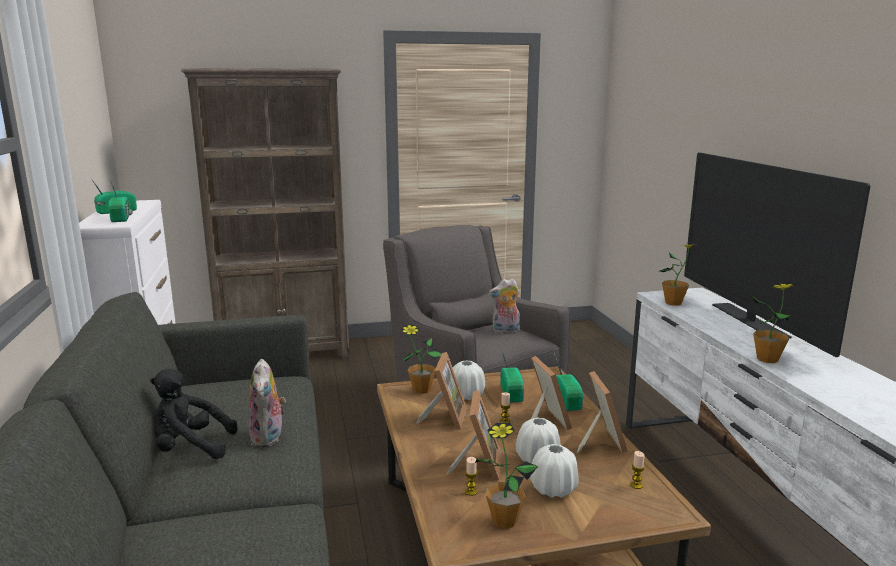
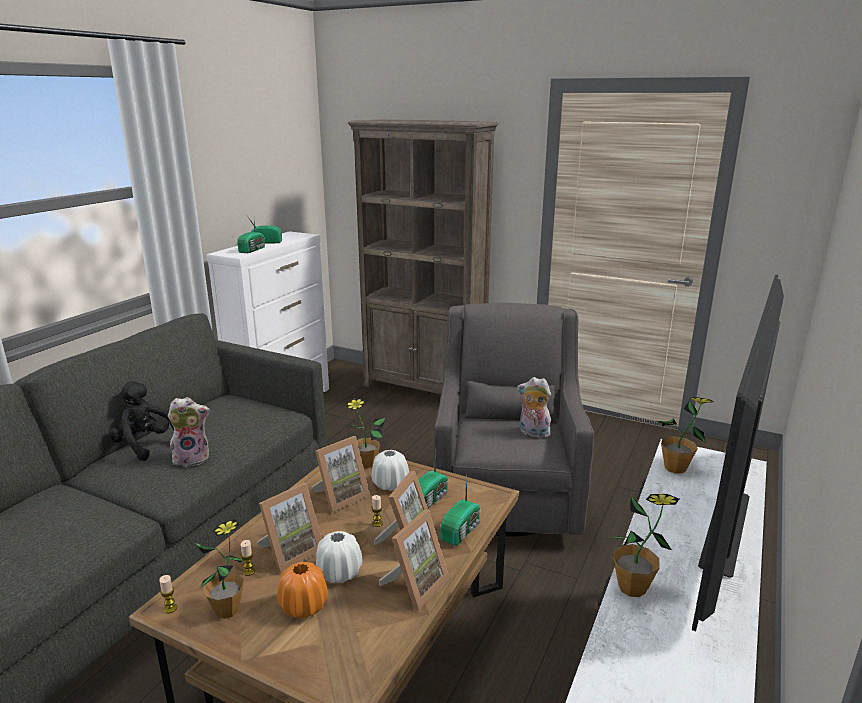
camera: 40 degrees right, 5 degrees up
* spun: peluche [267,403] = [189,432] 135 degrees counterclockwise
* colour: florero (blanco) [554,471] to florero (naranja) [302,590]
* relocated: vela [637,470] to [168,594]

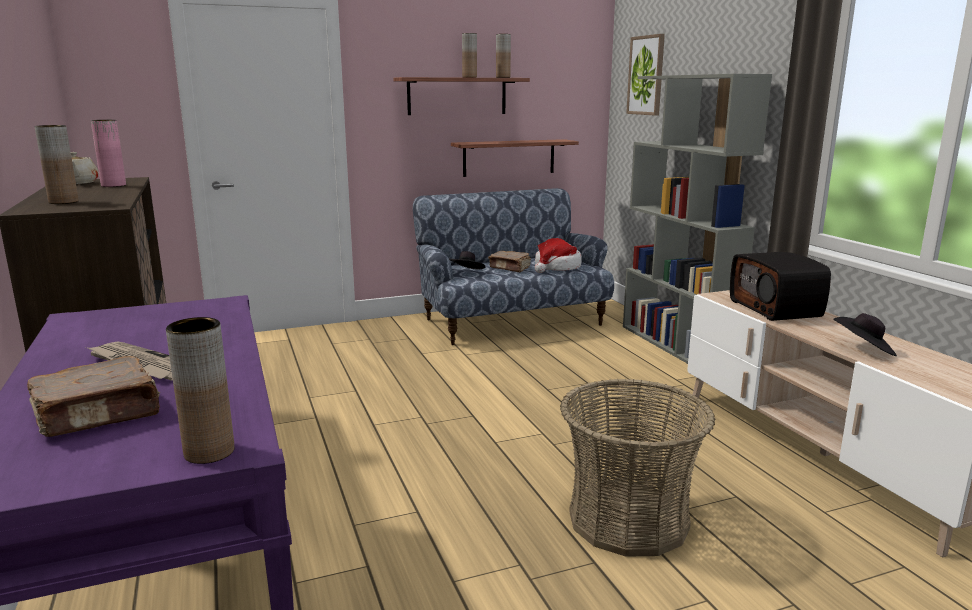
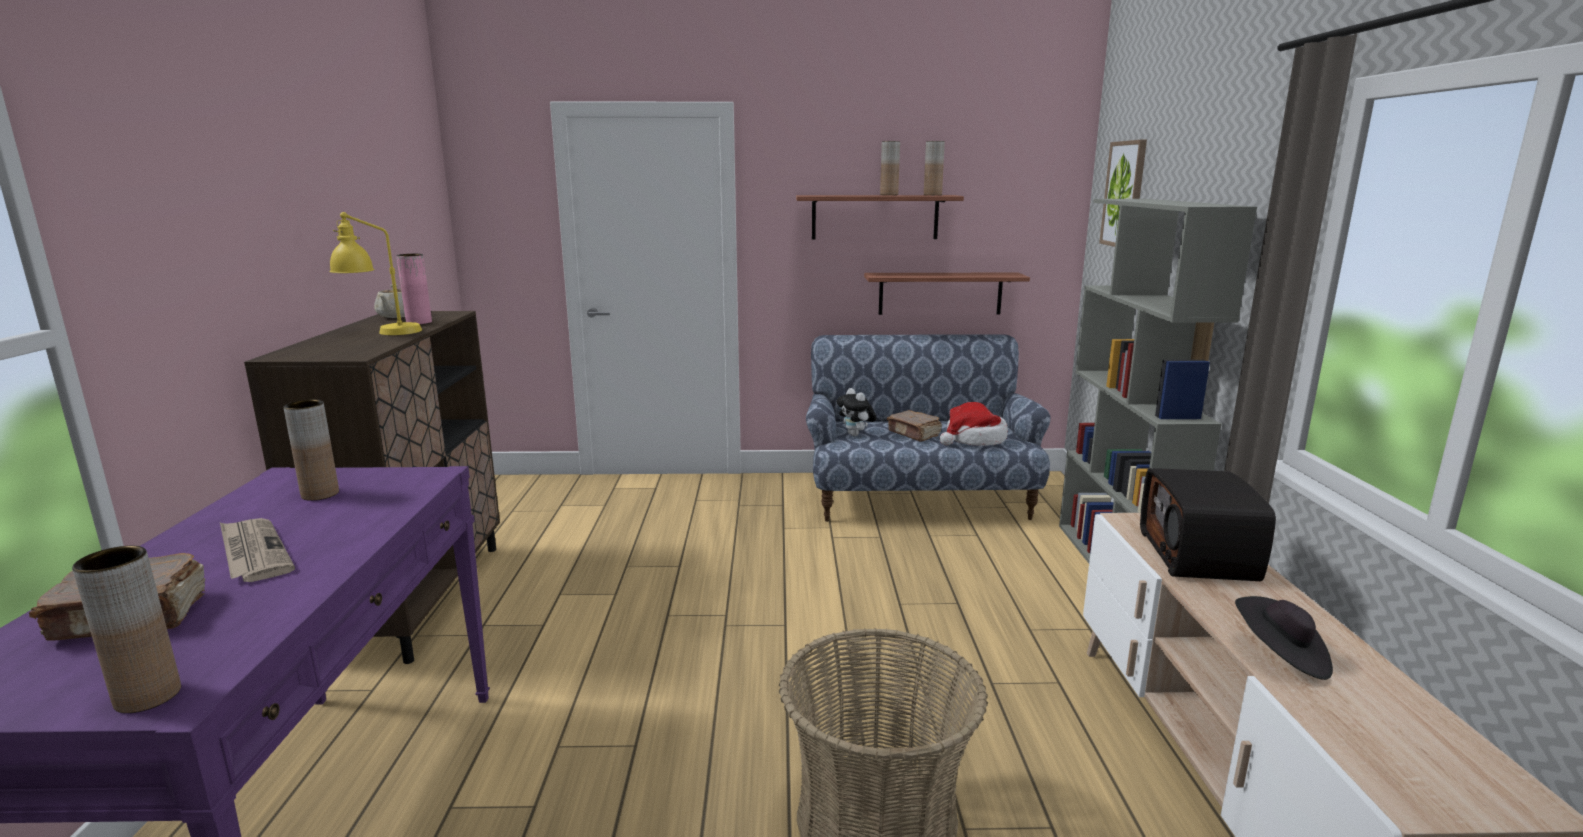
camera: 20 degrees right, 0 degrees up
* relocated: florero (marrón) [57,164] to [311,450]
* exchanged: sombrero (negro) [467,260] to peluche [857,412]
* appeared: lámpara de mesa (amarillo) [375,273]

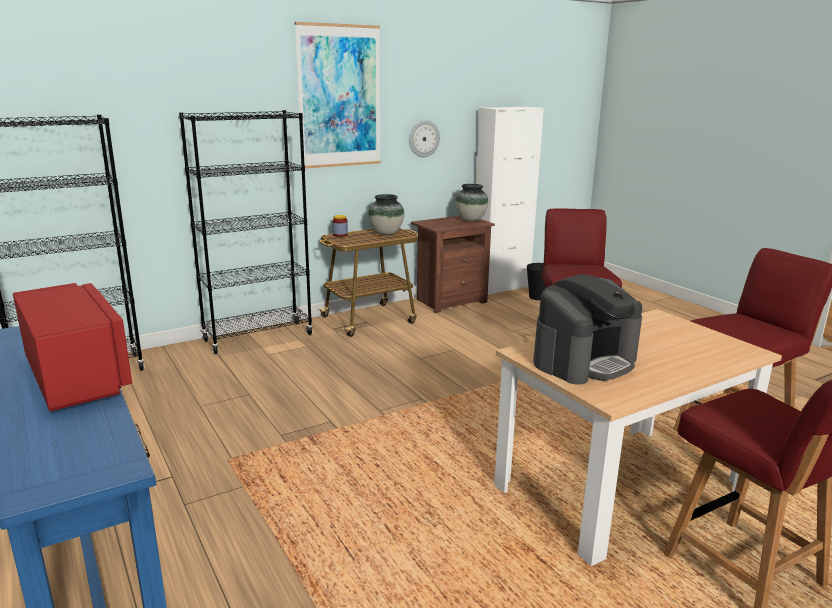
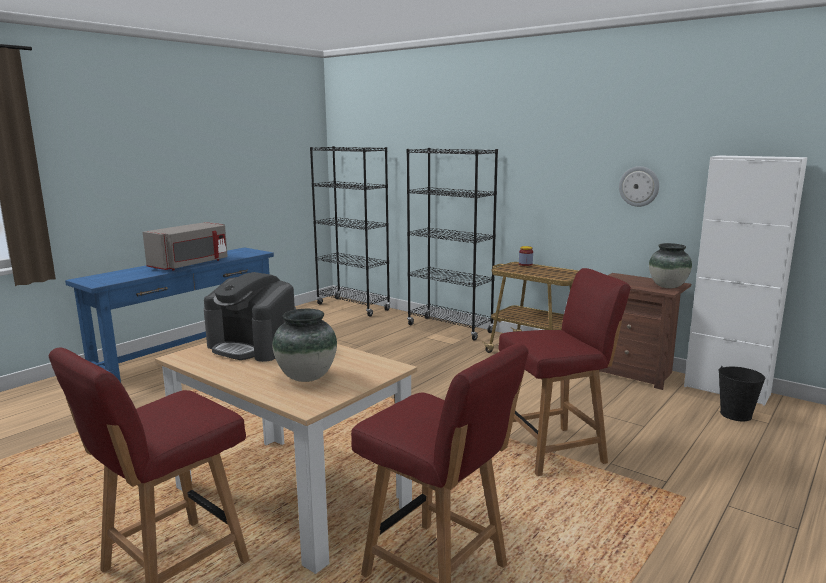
camera: 70 degrees right, 5 degrees down
* colour: microondas (rojo) [72,347] to microondas (gris) [185,246]
* missing: cuadro [338,95]
* relocated: florero [386,214] to [304,345]

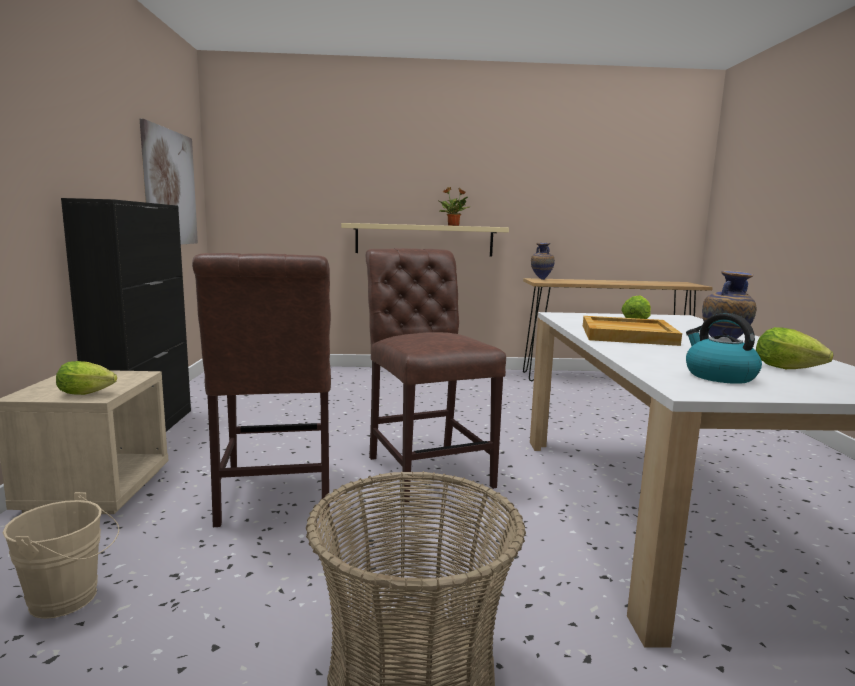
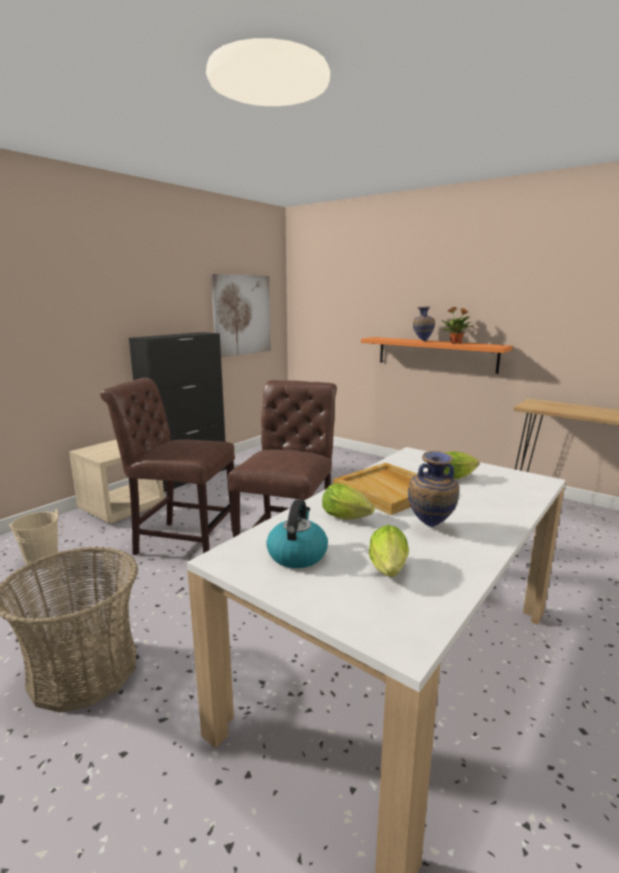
camera: 40 degrees right, 5 degrees up
* relocated: lechuga [86,378] to [348,501]
* spun: silla (marrón) [261,390] = [167,466] 75 degrees clockwise
* colour: estante (beis) [425,239] to estante (naranja) [437,355]
* relocated: florero [543,261] to [424,323]

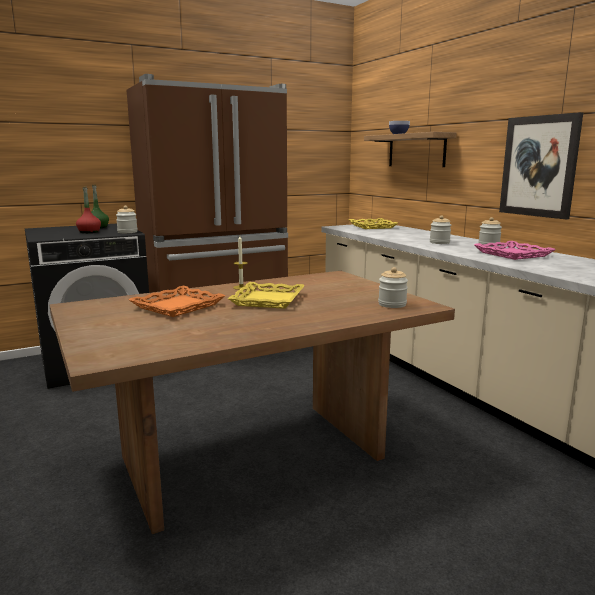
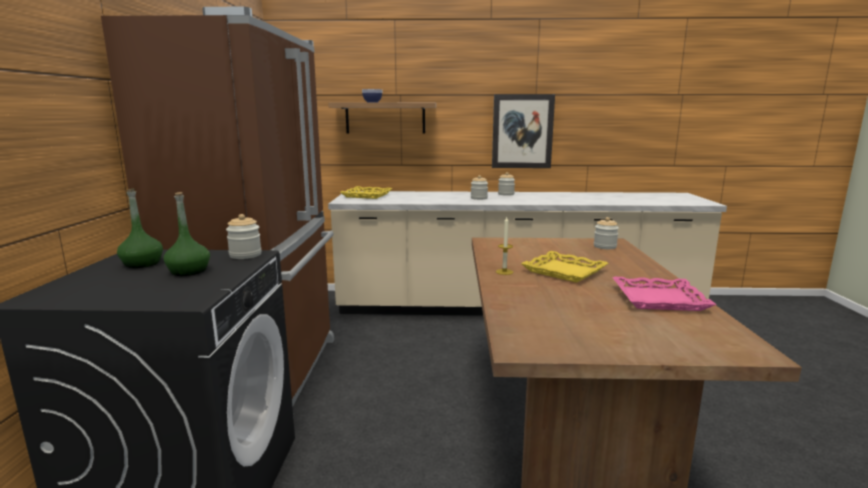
camera: 60 degrees left, 0 degrees up
* colour: botella (rojo) [88,209] to botella (verde) [186,234]
* missing: bandeja (naranja) [177,301]
* relocated: bandeja (rosa) [515,250] to [664,294]

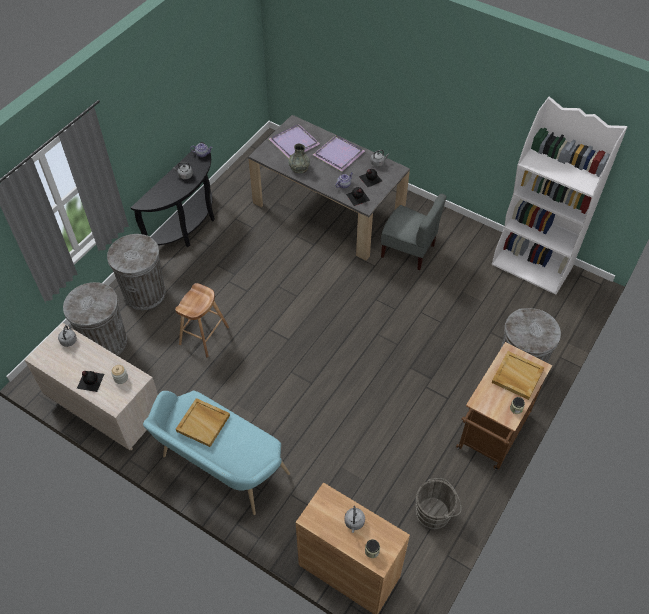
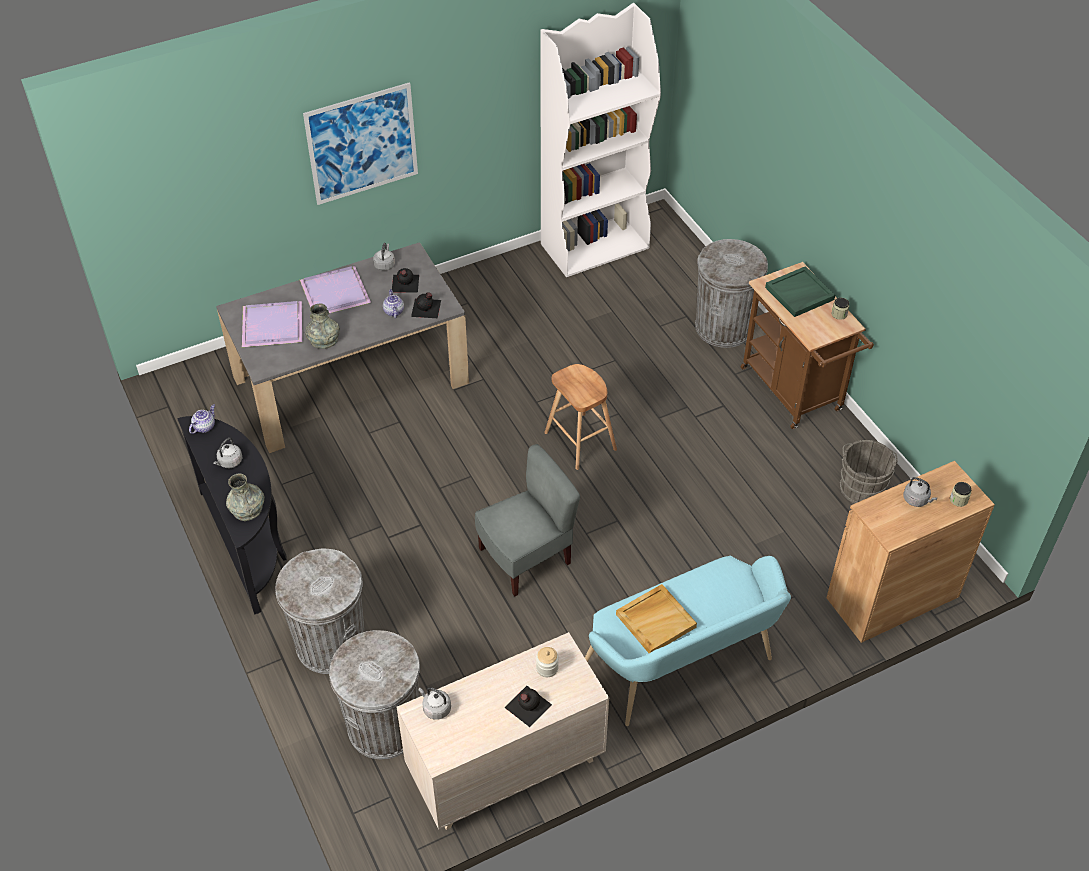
camera: 60 degrees left, 5 degrees down
* relocated: taburete (marrón) [202,320] to [580,417]
* relocated: silla (gris) [414,232] to [527,520]
* colour: bandeja (beis) [518,375] to bandeja (verde) [800,291]
* appeared: florero (gris) [245,497]
* appeared: cuadro [360,143]

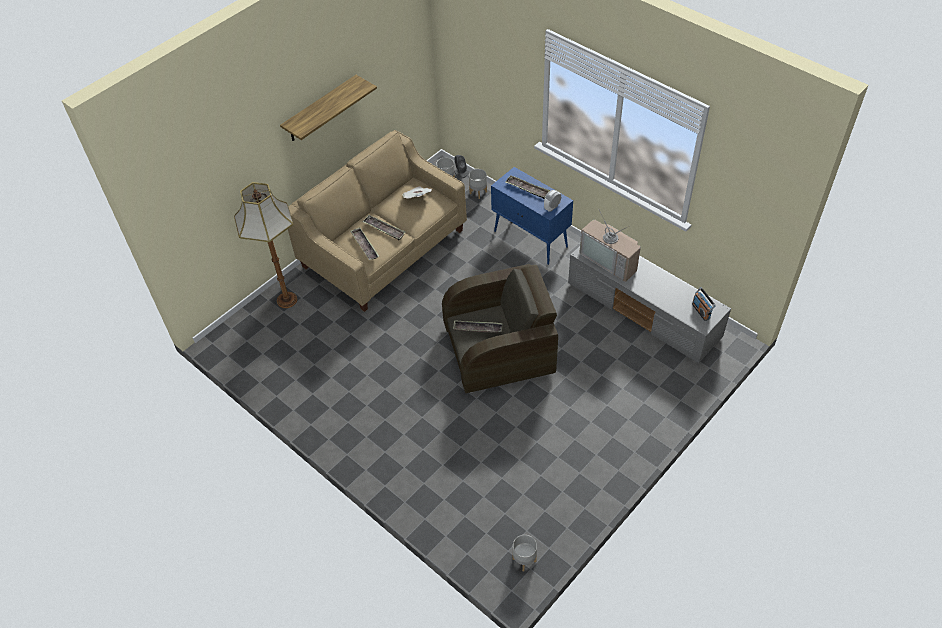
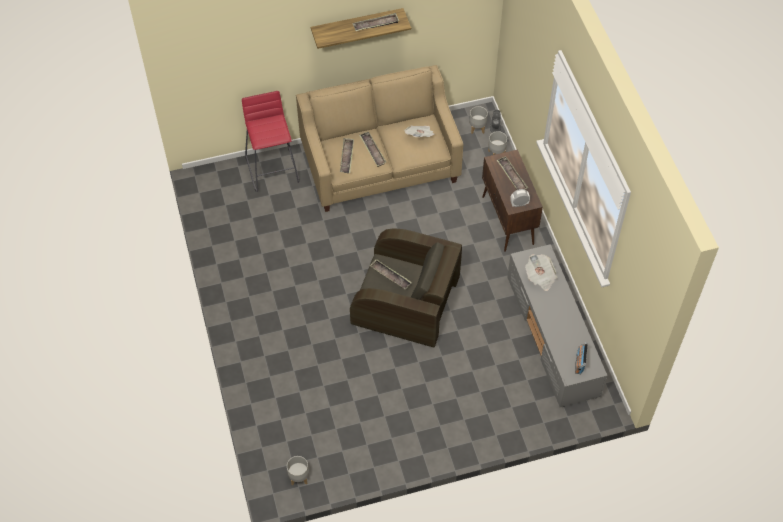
camera: 30 degrees right, 5 degrees up
* exchanged: lámpara de pie [265,245] to taburete (rojo) [271,141]
* colour: armario (azul) [532,216] to armario (marrón) [512,201]
* exchanged: televisor [610,245] to periódico [541,272]
* appeared: bandeja [375,22]

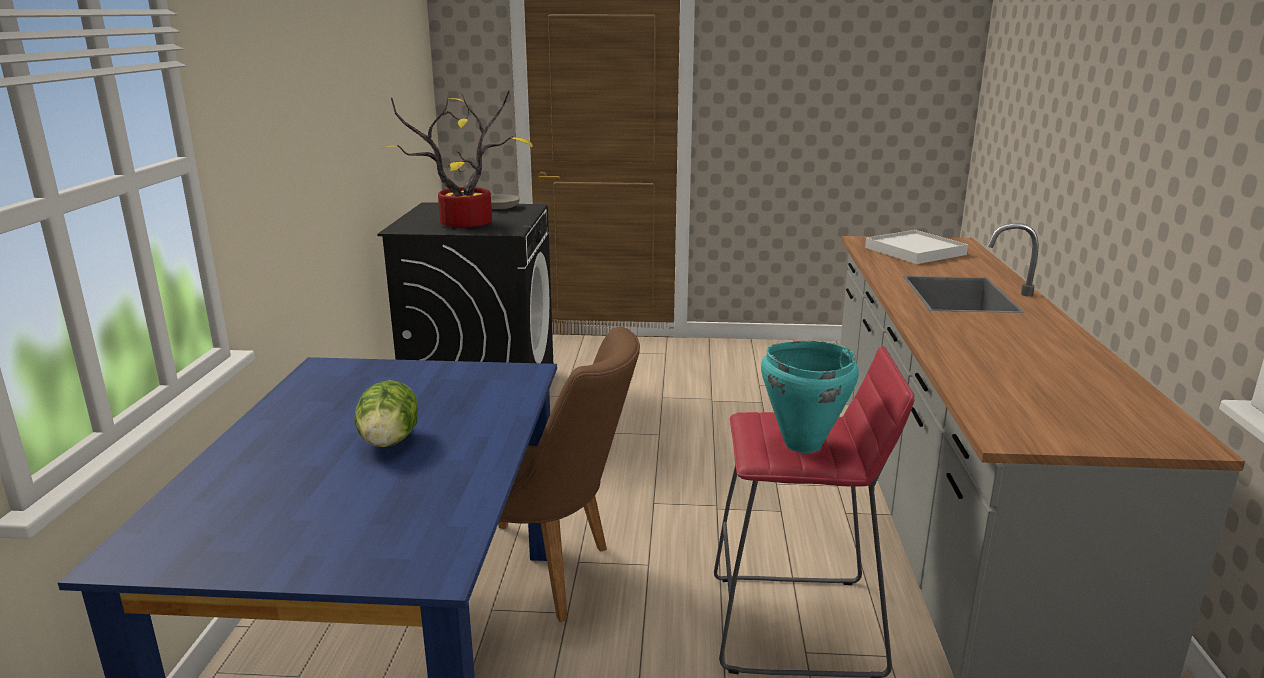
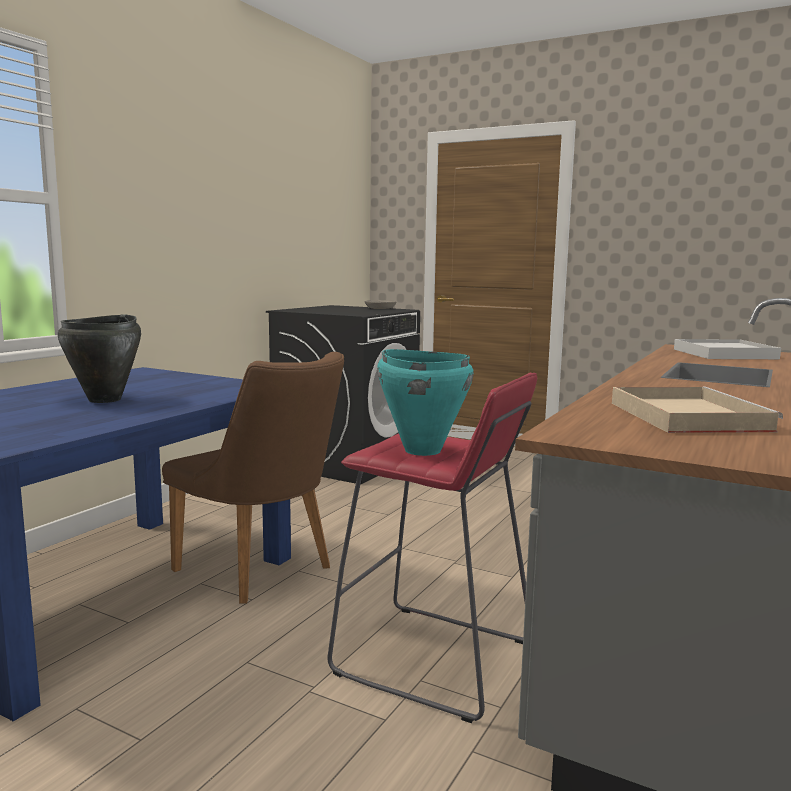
camera: 25 degrees right, 10 degrees down
* exchanged: lechuga [386,413] to olla (negro) [99,358]
* missing: planta en maceta [459,159]
* appeared: bandeja (beis) [697,410]

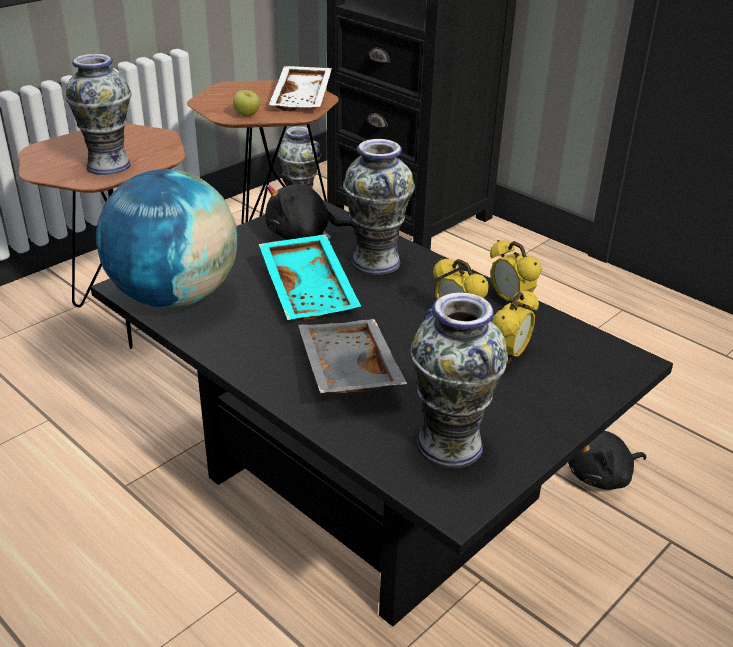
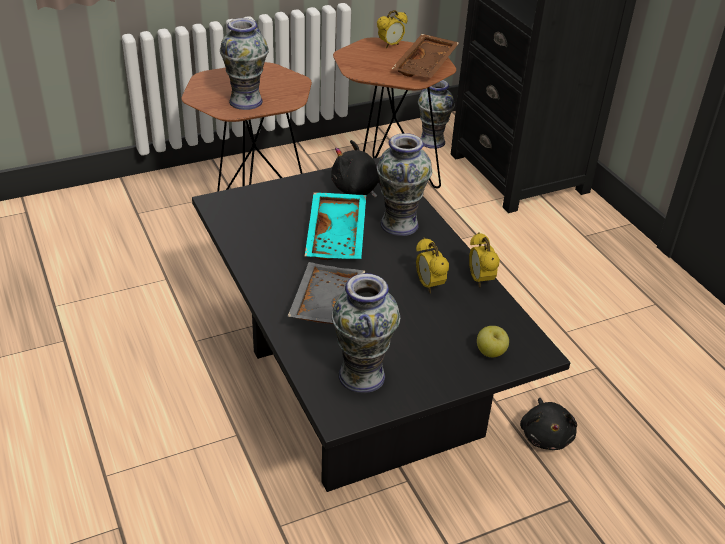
camera: 20 degrees right, 5 degrees up
* missing: globo terráqueo [166,238]
* relocated: manzana [246,103] to [493,341]
* colour: bandeja (blanco) [300,88] to bandeja (marrón) [425,56]
* relocated: despertador [515,327] to [392,29]
* spun: peluche (negro) [607,460] = [548,424] 90 degrees counterclockwise

